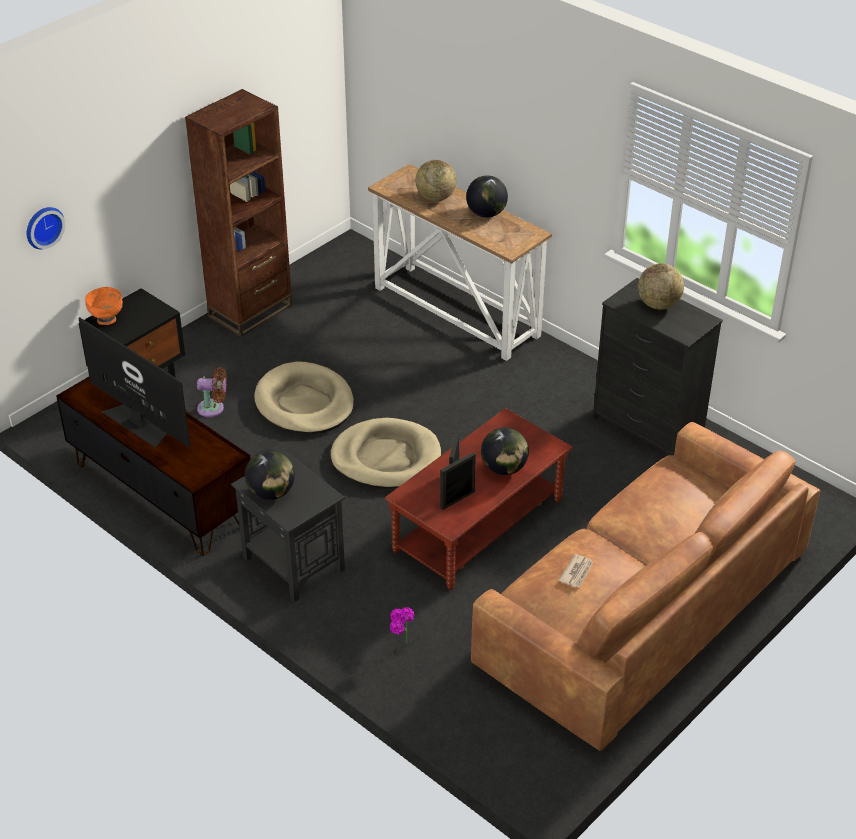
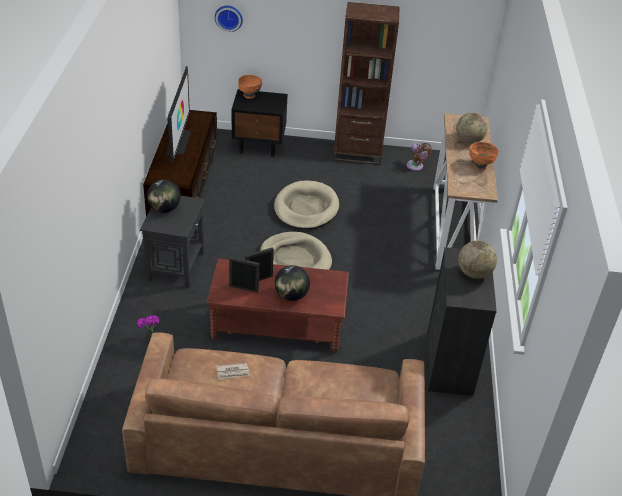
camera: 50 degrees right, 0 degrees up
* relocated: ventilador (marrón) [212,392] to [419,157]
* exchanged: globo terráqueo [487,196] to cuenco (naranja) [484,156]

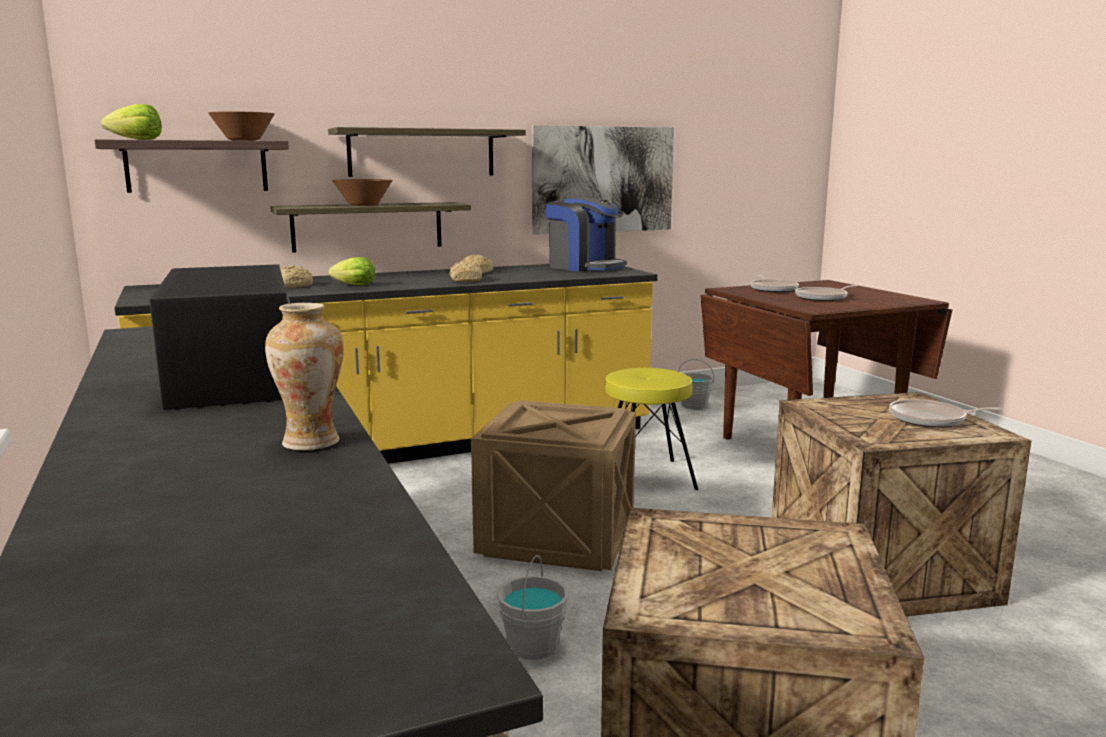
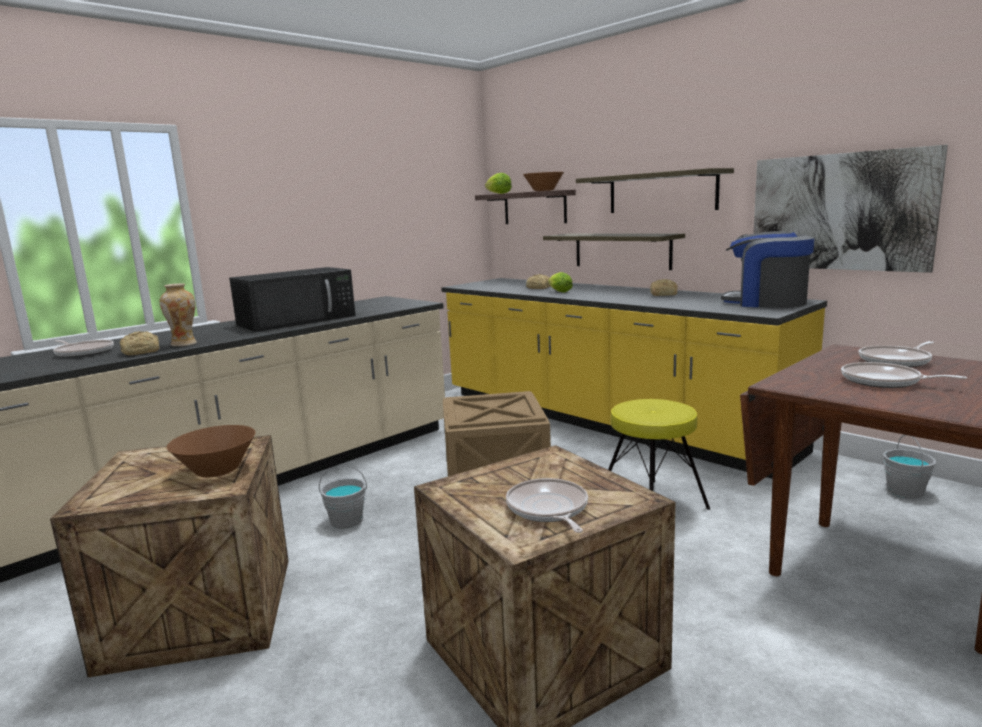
camera: 70 degrees right, 0 degrees up
* relocated: cuenco (marrón) [362,192] to [211,451]
* relocated: pan [465,271] to [139,343]
* spun: cafetera [586,234] = [767,269] 105 degrees clockwise
* appeared: sartén [83,349]

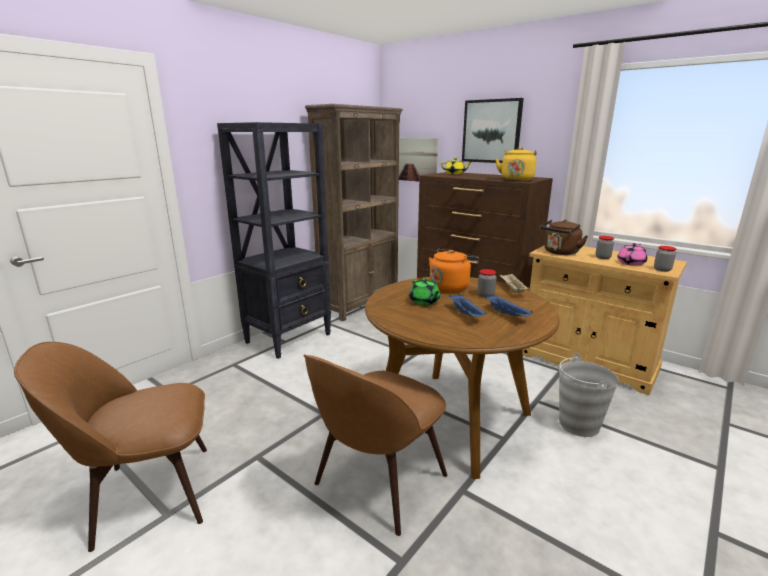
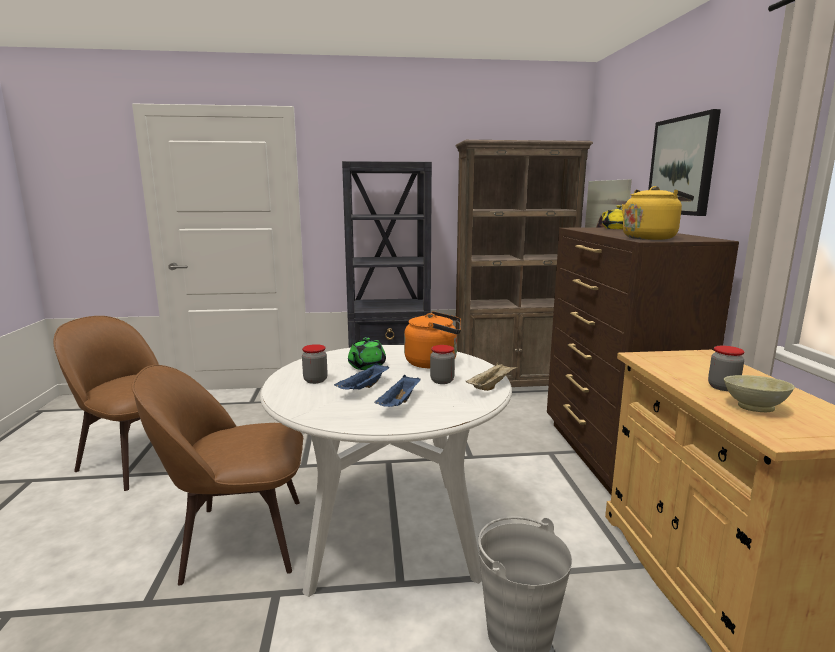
camera: 45 degrees right, 5 degrees down
* colour: mesa de comedor (marrón) [462,378] to mesa de comedor (blanco) [386,471]
* missing: hervidor (marrón) [564,237]
* exchanged: tetera (rosa) [632,254] to cuenco (beis) [759,393]
* relocated: tarro [665,259] to [315,364]

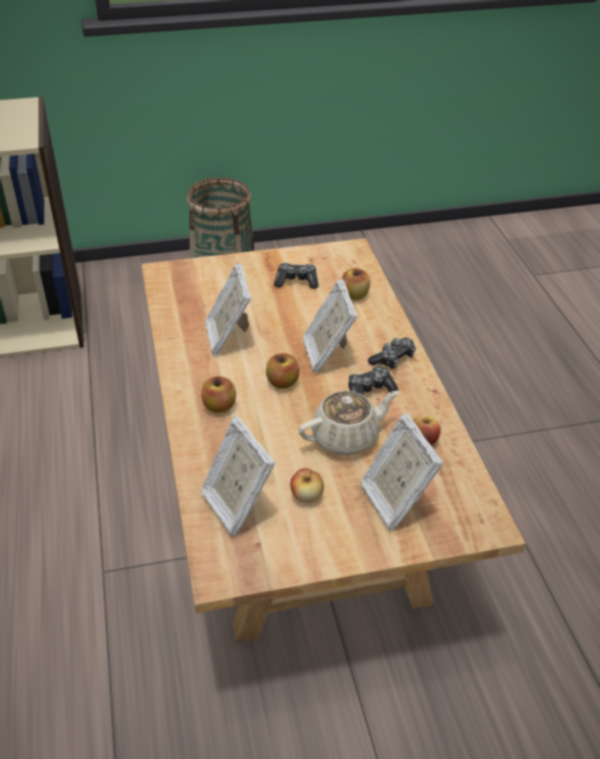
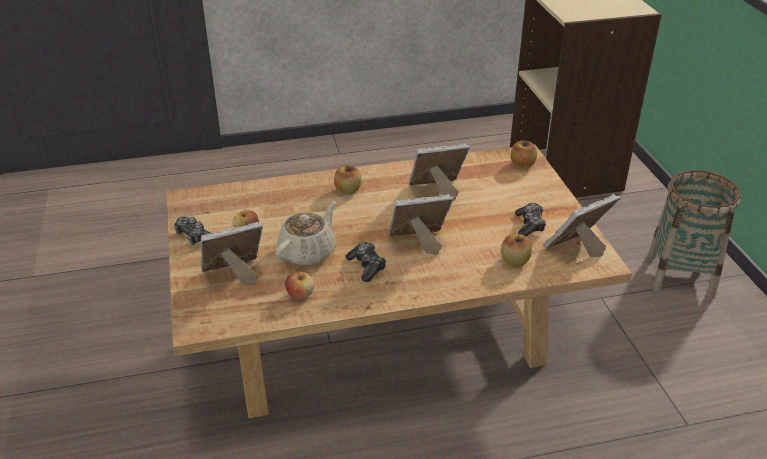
camera: 90 degrees right, 5 degrees down
* relocated: portarretratos [238,476] to [582,225]
* relocated: manzana [282,371] to [524,154]
* spun: tetera (beis) [348,423] = [305,233] 120 degrees counterclockwise
* relocated: mando de consola [392,353] to [192,231]

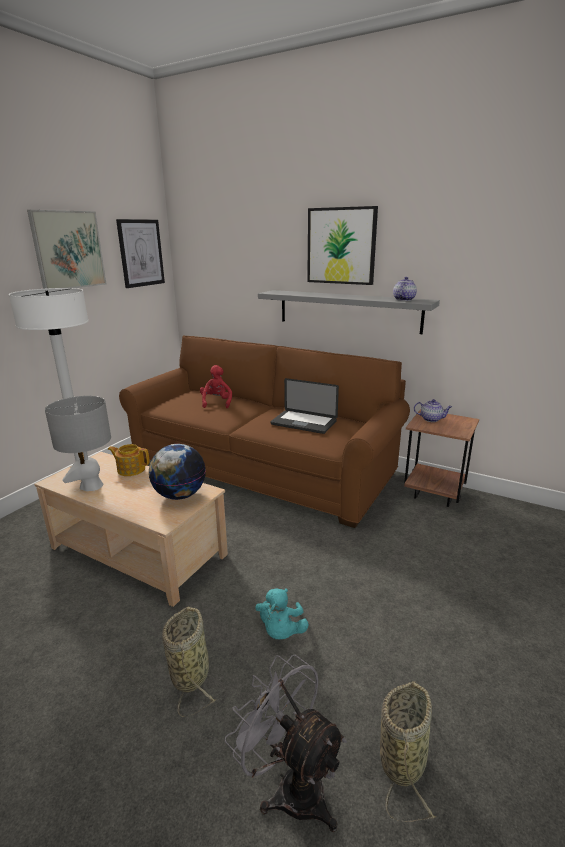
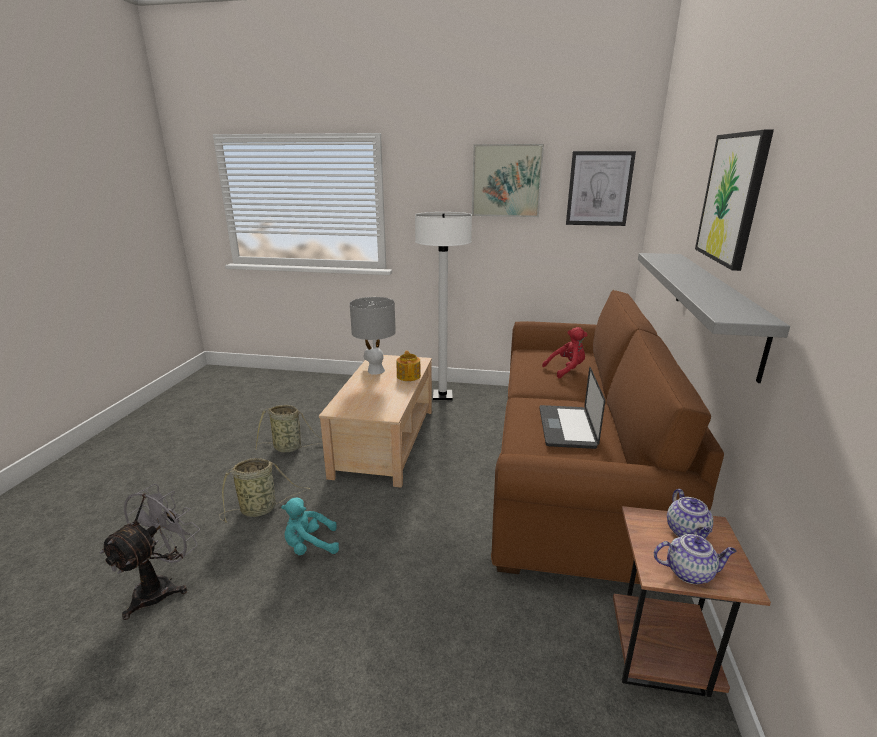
camera: 70 degrees right, 0 degrees up
* missing: globo terráqueo [177,472]
* relocated: cesta [408,751] to [289,428]
* relocated: tetera [405,289] to [695,559]

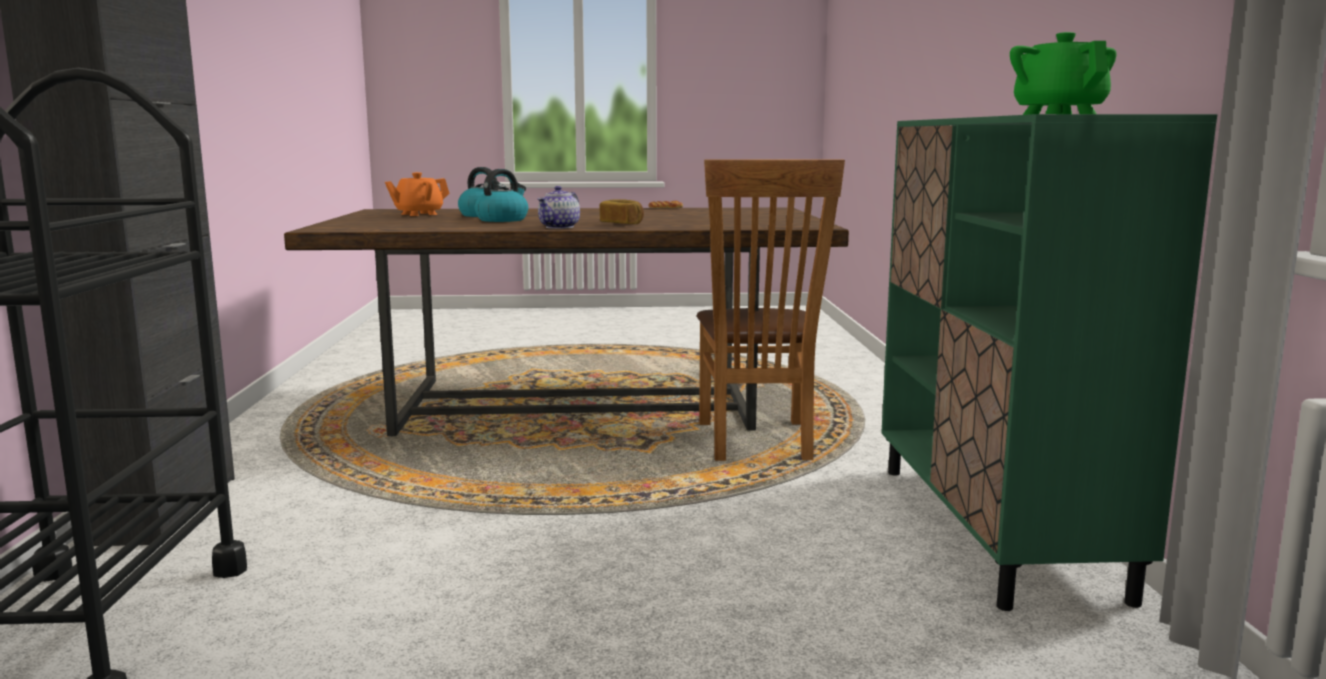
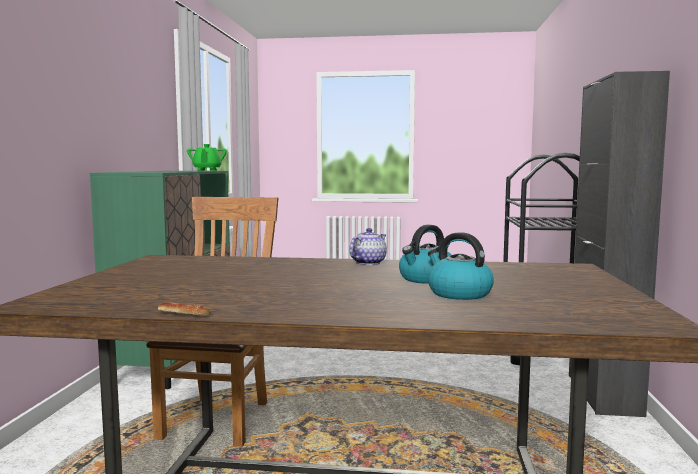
camera: 170 degrees left, 5 degrees down
* missing: tetera (naranja) [417,194]
* missing: pan [621,211]

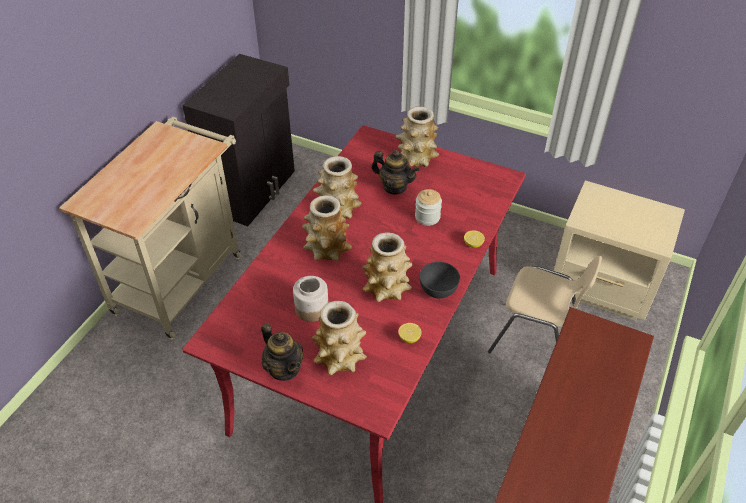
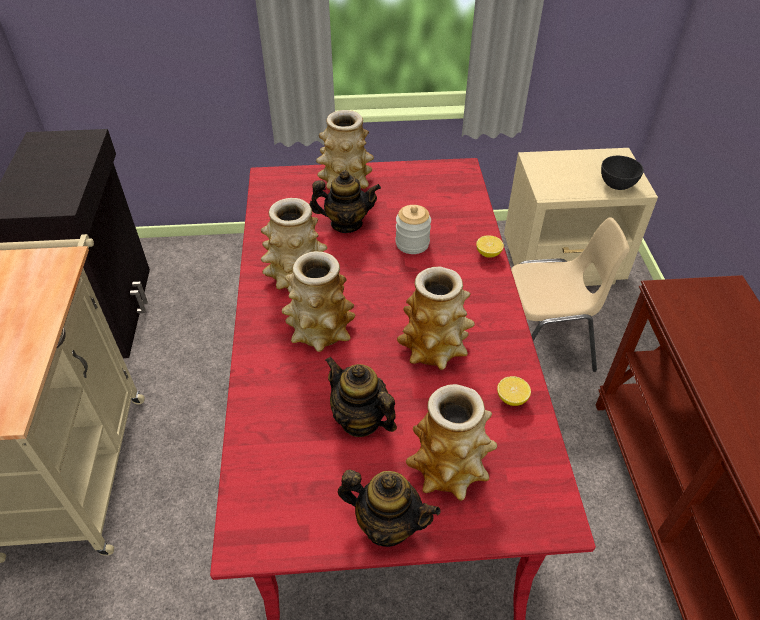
camera: 30 degrees left, 0 degrees up
* exchanged: tarro [311,299] to tetera [361,397]
* relocated: cuenco (gris) [439,280] to [622,173]

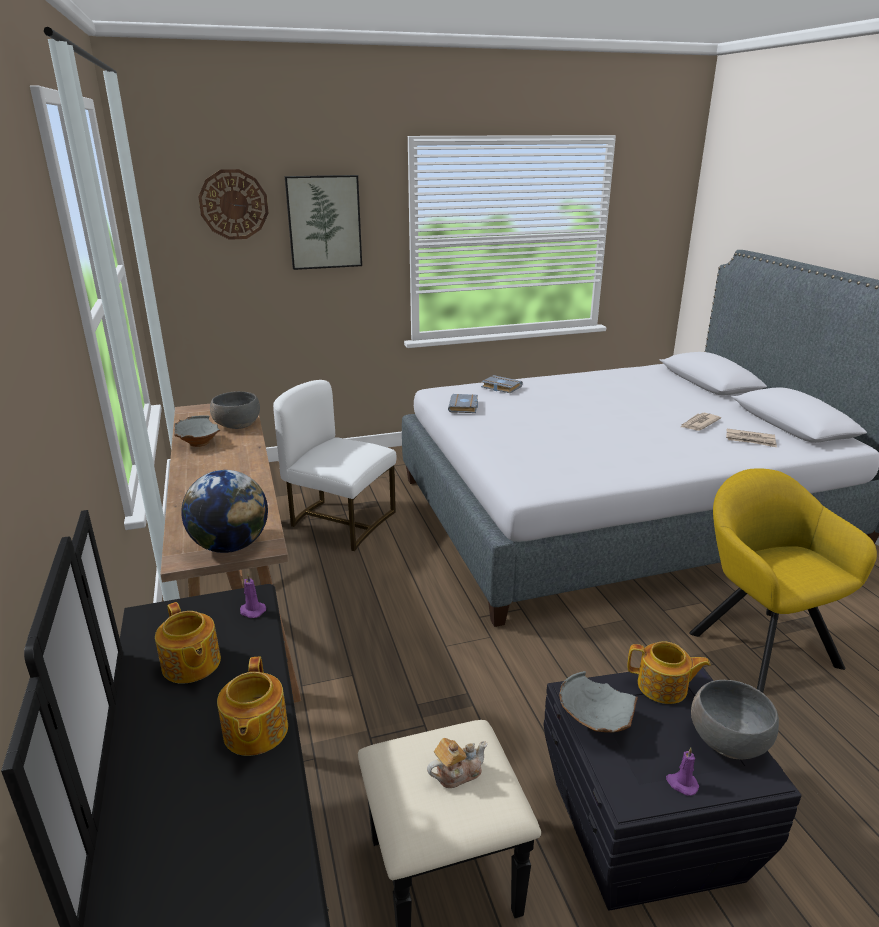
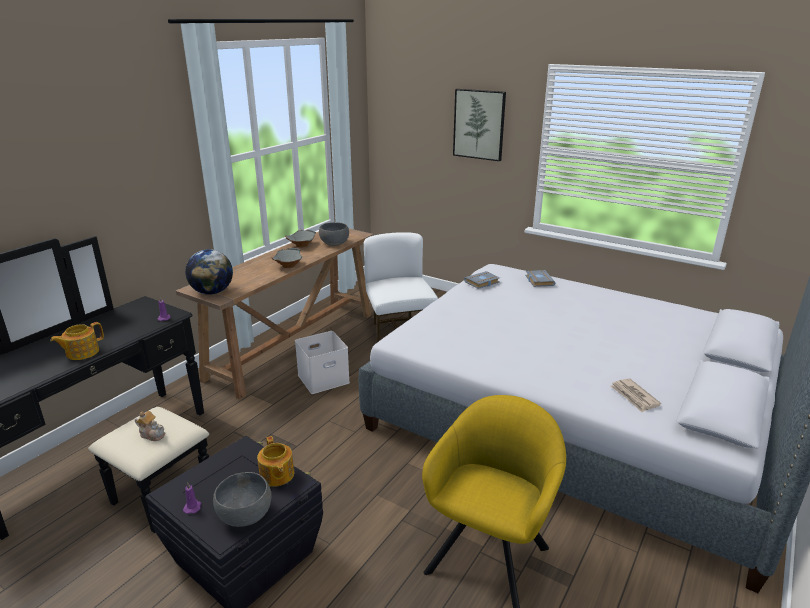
camera: 50 degrees right, 0 degrees up
* missing: tetera [188,643]
* missing: reloj de pared [233,204]
* relocated: cuenco (gris) [598,701] to [286,258]
* missing: periódico [701,422]
* appeared: caja de almacenaje (blanco) [322,362]

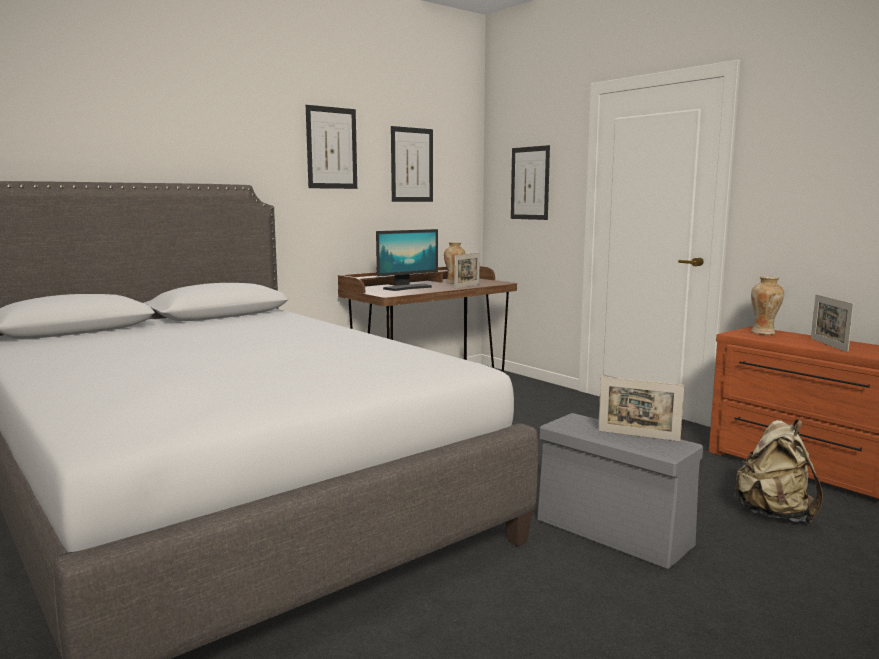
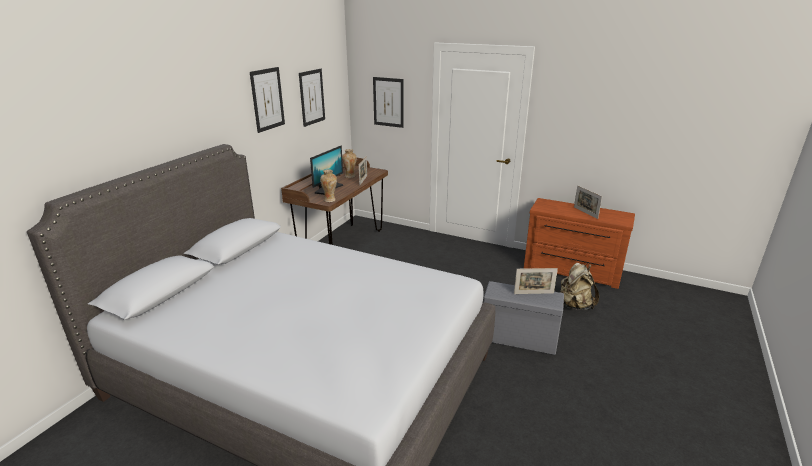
camera: 25 degrees left, 15 degrees up
* relocated: florero [767,305] to [328,186]

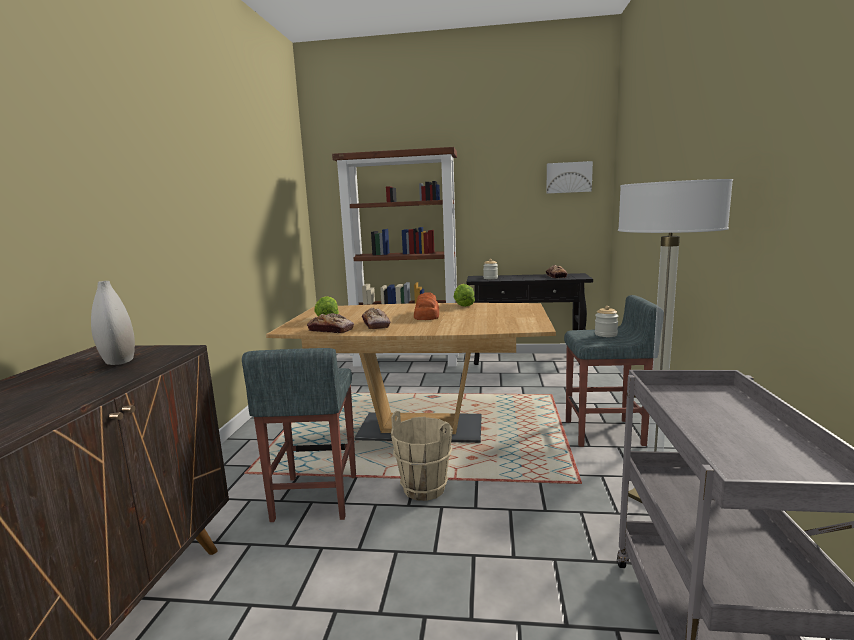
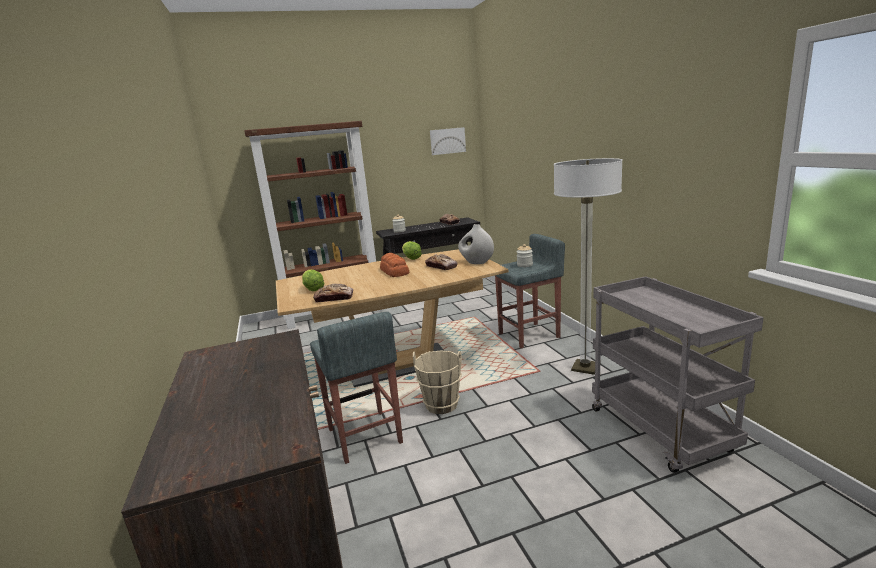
camera: 25 degrees left, 5 degrees up
* relocated: florero (blanco) [113,323] to [476,244]
* relocated: pan [376,318] to [441,262]

